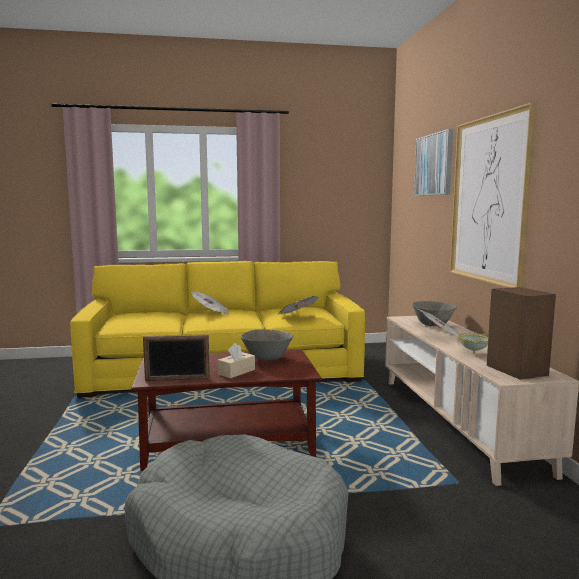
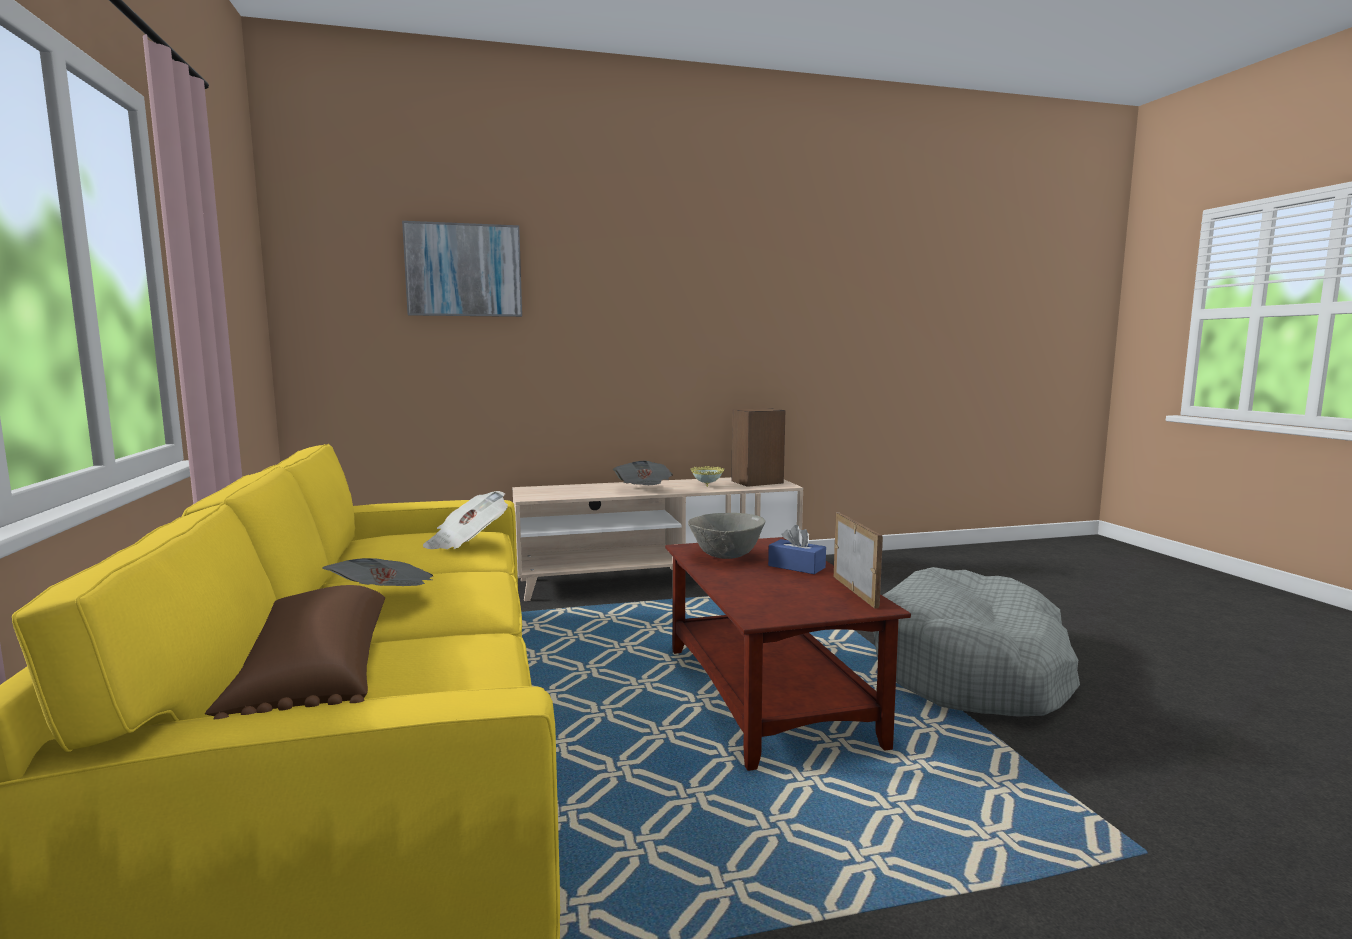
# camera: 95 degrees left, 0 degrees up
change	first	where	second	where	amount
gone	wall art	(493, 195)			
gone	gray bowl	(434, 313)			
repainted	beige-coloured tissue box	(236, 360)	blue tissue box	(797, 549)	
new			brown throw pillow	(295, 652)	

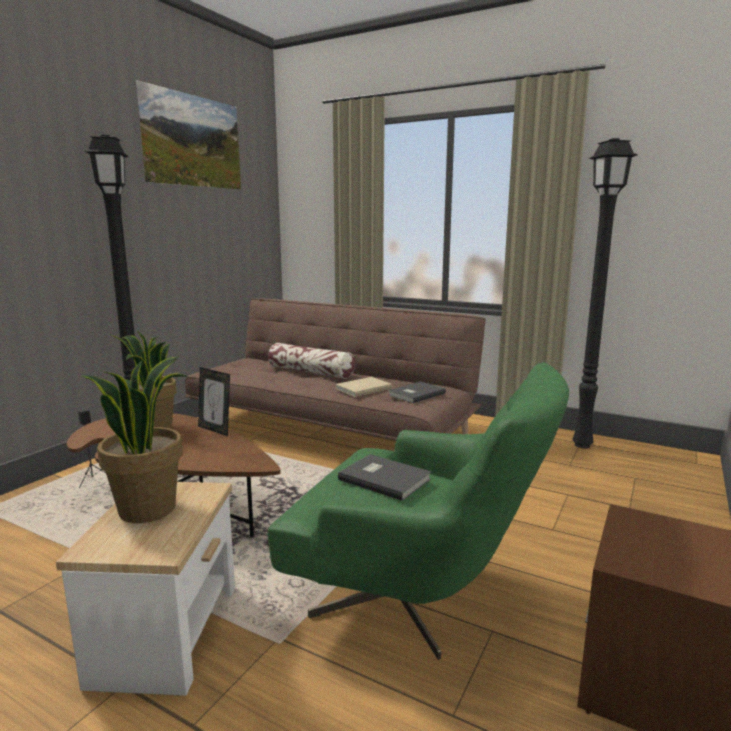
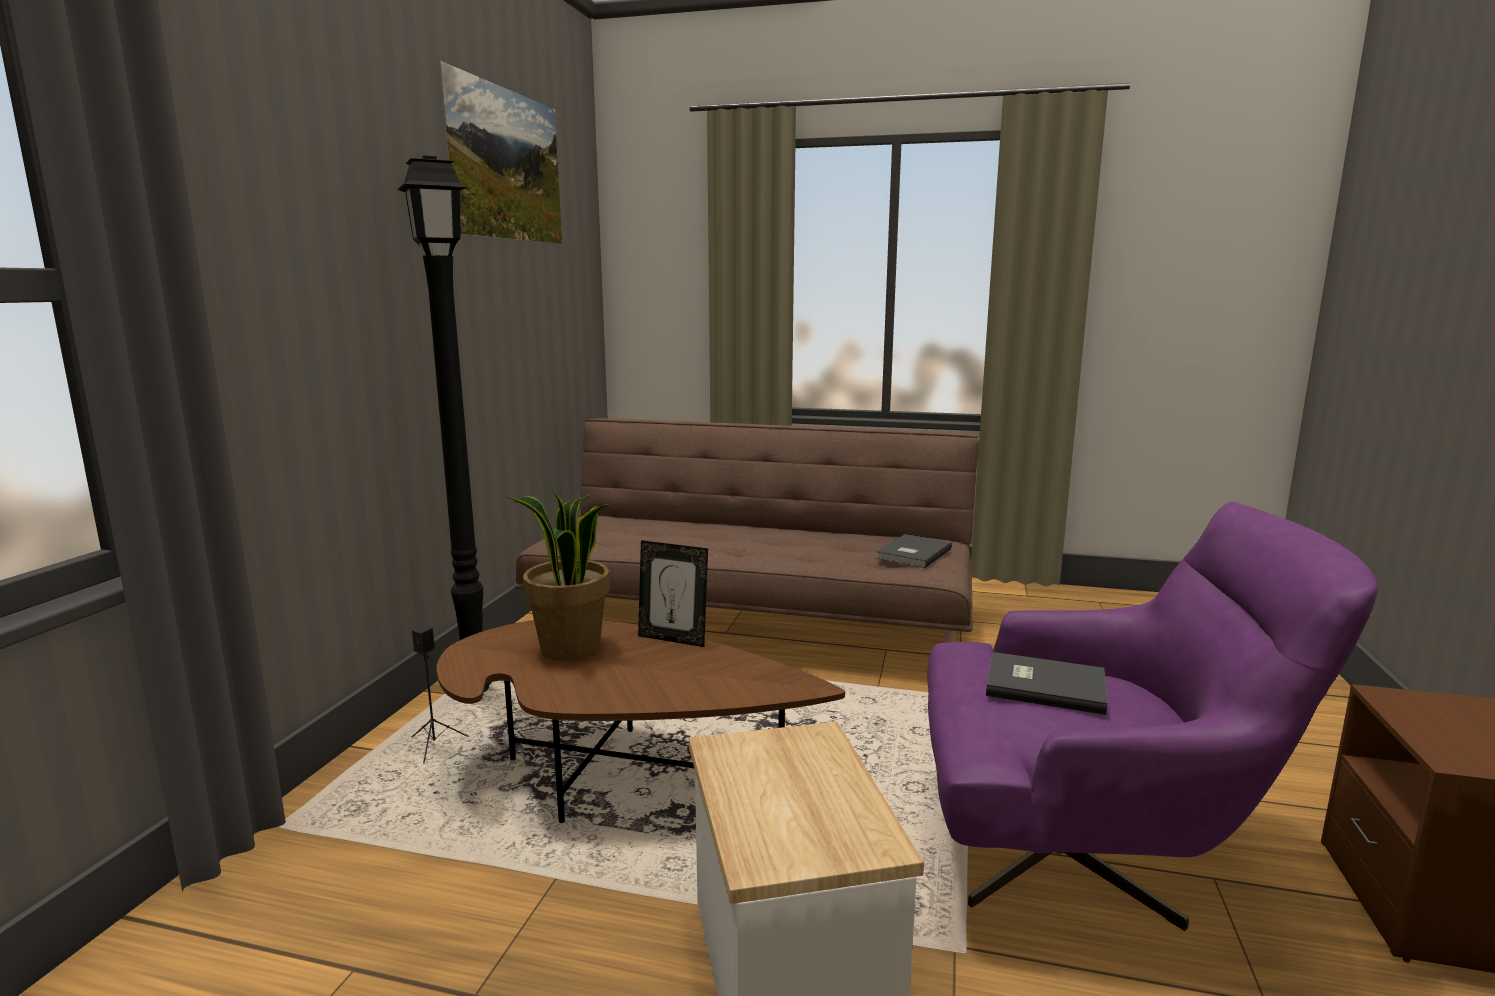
# camera: 15 degrees left, 0 degrees up
change	first	where	second	where	amount
gone	black-coloured floor lamp	(604, 293)			
gone	throw pillow	(311, 361)			
gone	plant in a pot	(134, 439)			
repainted	green easy chair	(418, 511)	purple-coloured easy chair	(1152, 716)	
gone	beige-coloured book	(363, 387)			

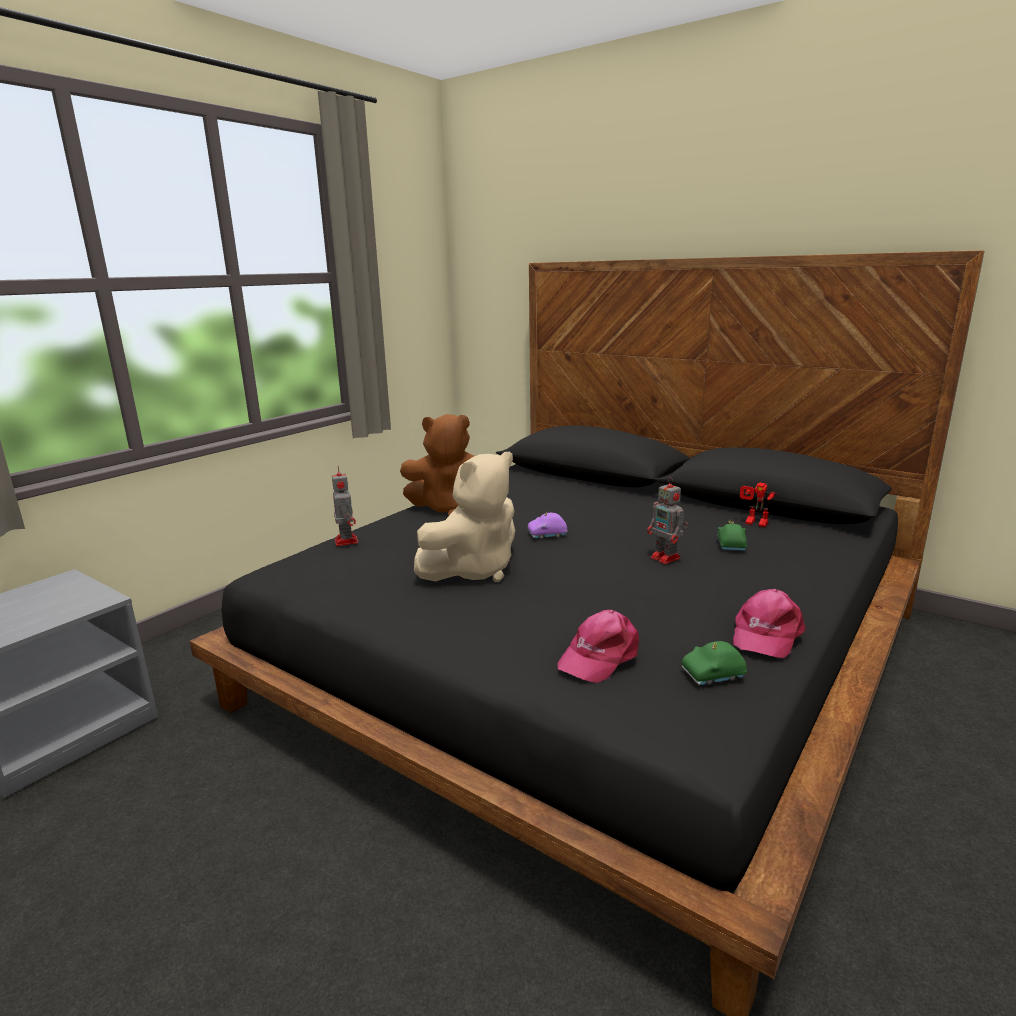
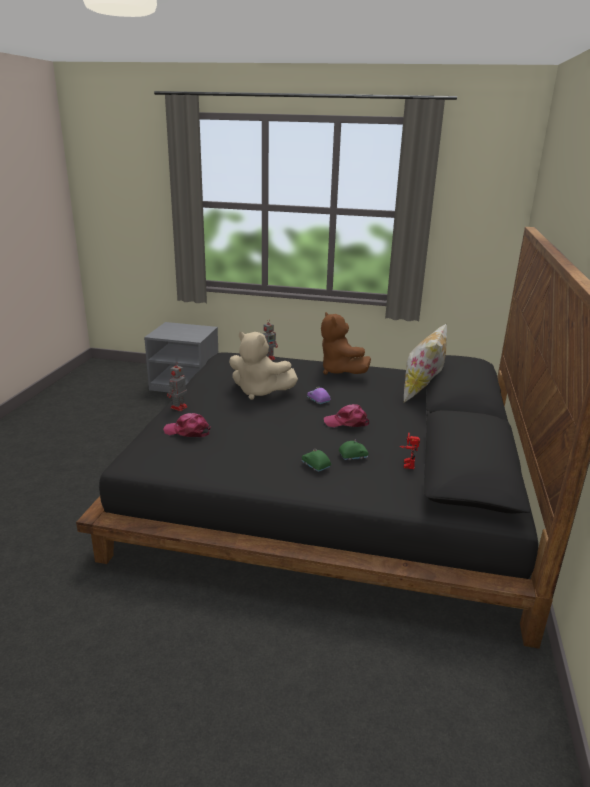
# camera: 65 degrees right, 5 degrees up
change	first	where	second	where	amount
shifted	toy robot	(667, 520)		(177, 386)	
shifted	pink-coloured baseball cap	(769, 623)		(346, 416)	
shifted	green toy car	(714, 663)		(316, 460)	
new			throw pillow	(425, 363)	

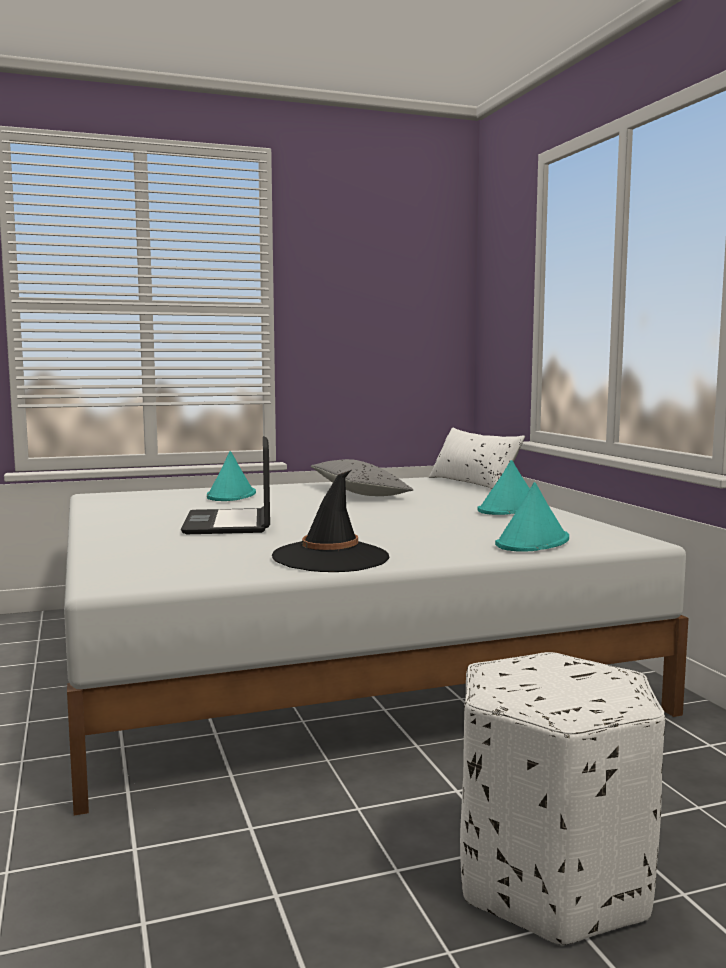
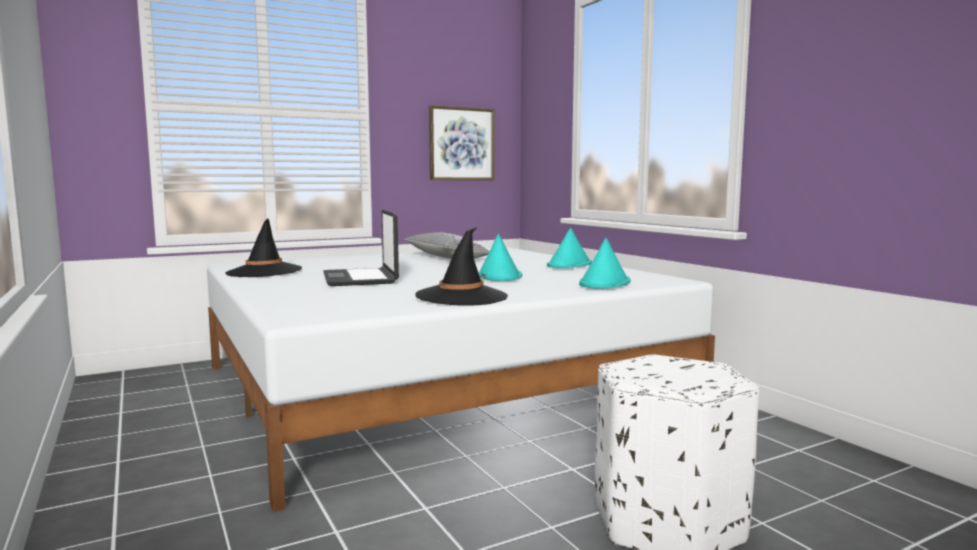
# camera: 10 degrees left, 0 degrees up
change	first	where	second	where	amount
gone	whitish throw pillow	(477, 458)			
shifted	turquoise clothing hat	(231, 476)		(500, 257)	
new			wall art	(462, 142)	
new			black-coloured clothing hat	(263, 247)	

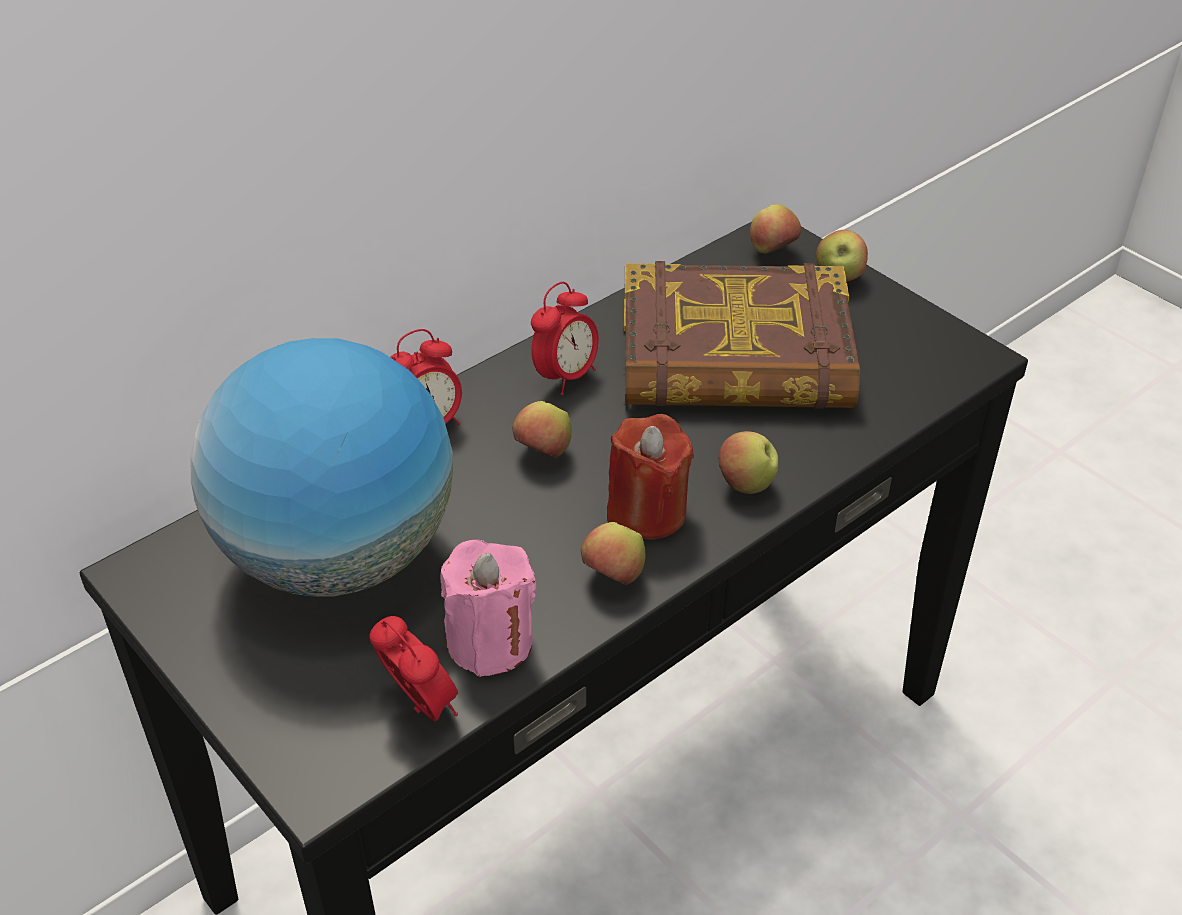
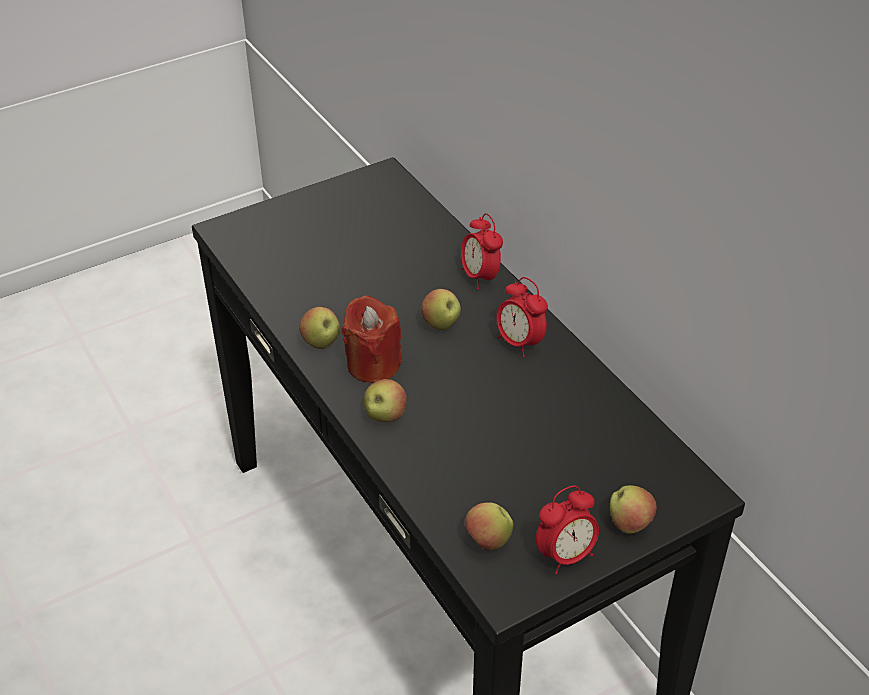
# camera: 100 degrees right, 0 degrees up
change	first	where	second	where	amount
shifted	apple	(775, 229)		(489, 526)	
gone	book	(742, 334)			
gone	globe	(321, 467)			
gone	pink-coloured candle	(488, 608)			
shifted	table clock	(414, 668)		(567, 529)	

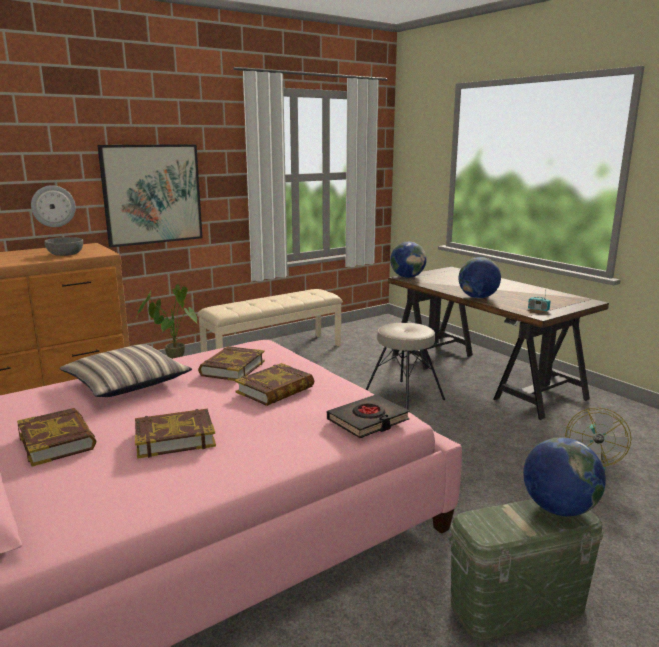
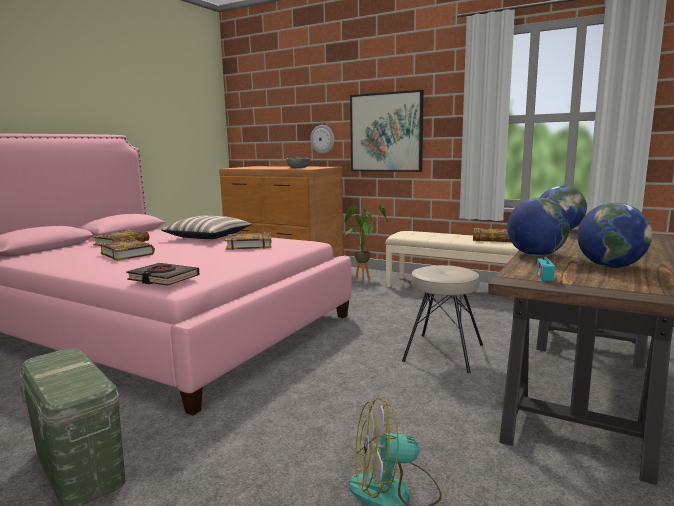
# camera: 65 degrees right, 5 degrees down
change	first	where	second	where	amount
shifted	book	(274, 384)		(492, 235)	
shifted	globe	(564, 476)		(614, 235)	

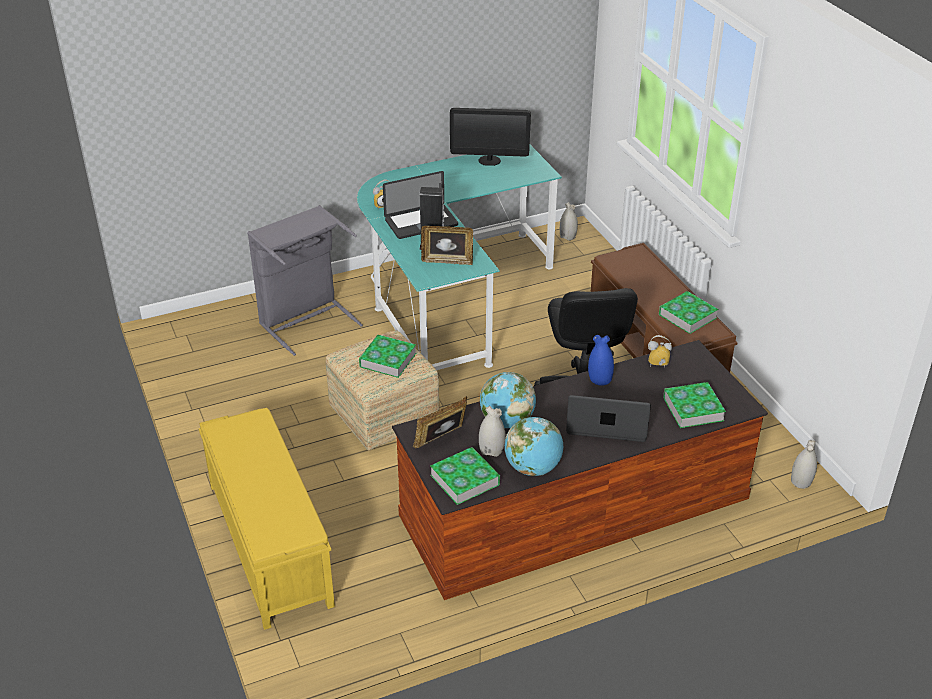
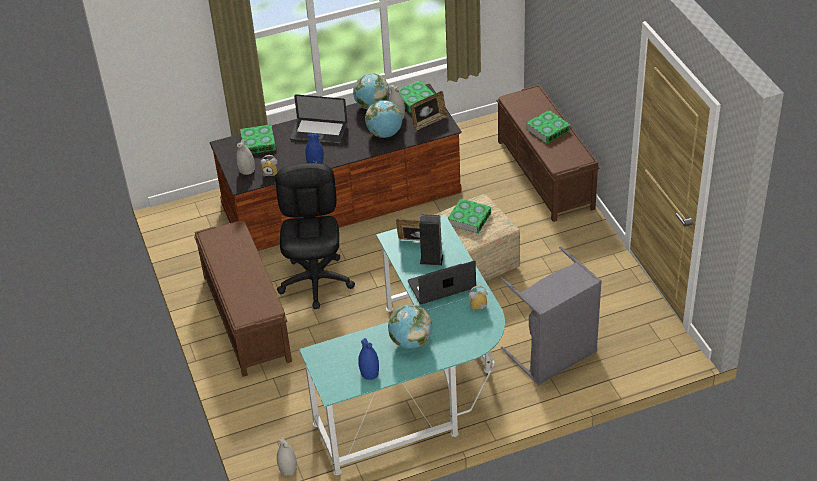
# camera: 175 degrees left, 5 degrees up
change	first	where	second	where	amount
swapped	computer screen	(490, 137)	blue vase	(368, 359)	
shifted	book	(689, 312)		(548, 127)	
repainted	yellow-coloured indoor bench	(267, 519)	brown indoor bench	(548, 153)	
shifted	whitish vase	(804, 464)		(245, 157)	
new			globe	(410, 326)	

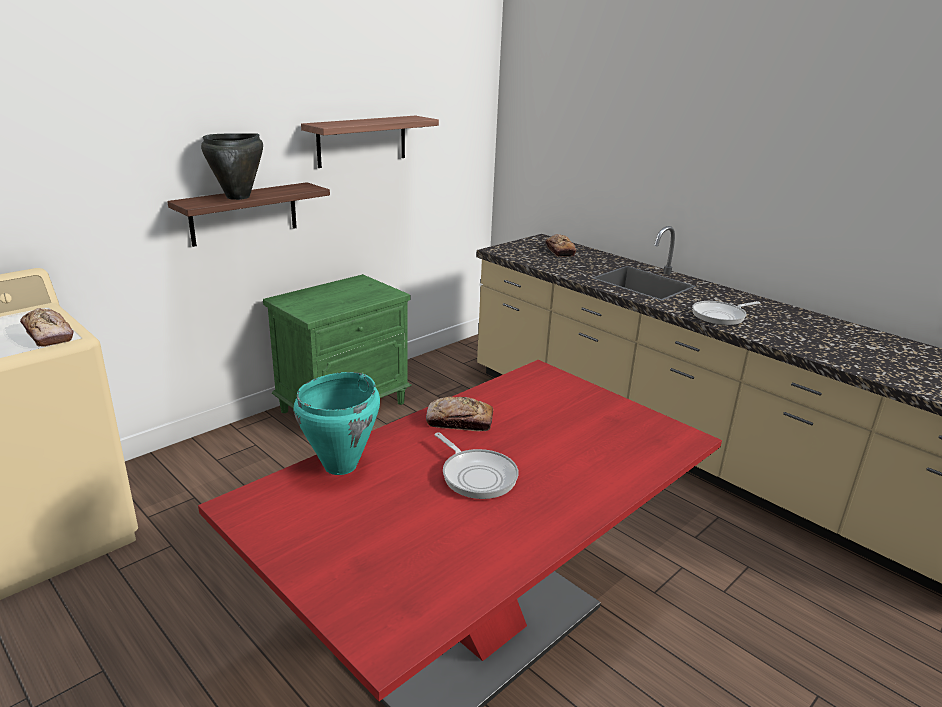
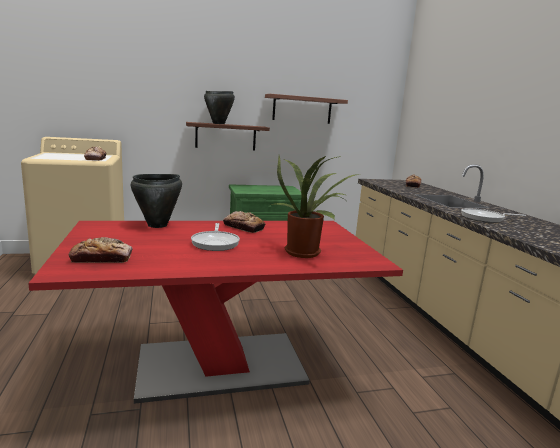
# camera: 30 degrees right, 10 degrees down
change	first	where	second	where	amount
repainted	turquoise saucepot	(337, 423)	black-coloured saucepot	(156, 201)	
new			plant in a pot	(315, 205)	
new			baked bread	(100, 250)	

